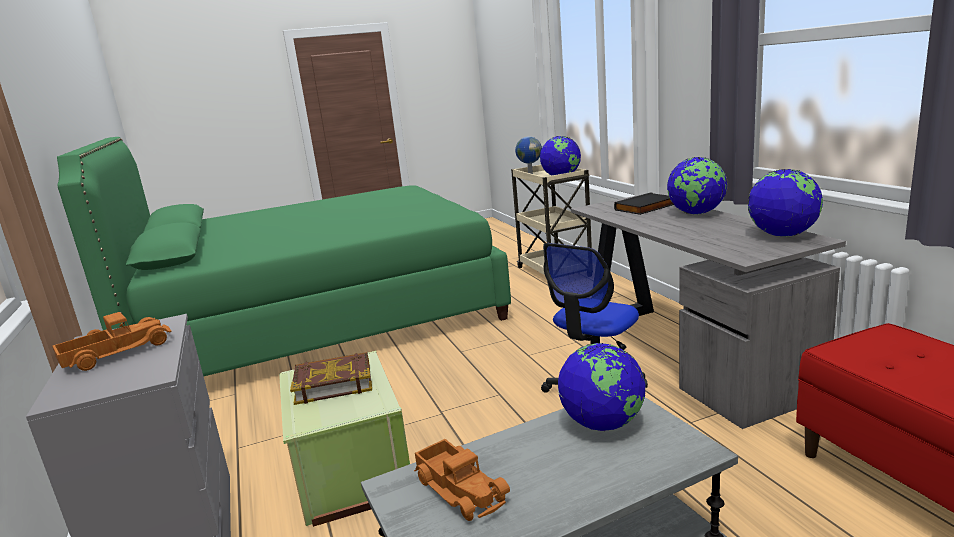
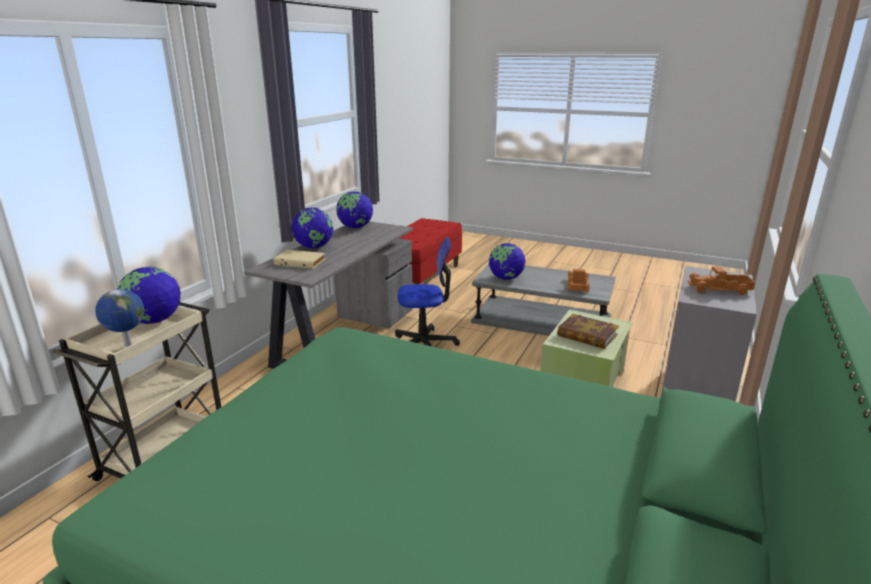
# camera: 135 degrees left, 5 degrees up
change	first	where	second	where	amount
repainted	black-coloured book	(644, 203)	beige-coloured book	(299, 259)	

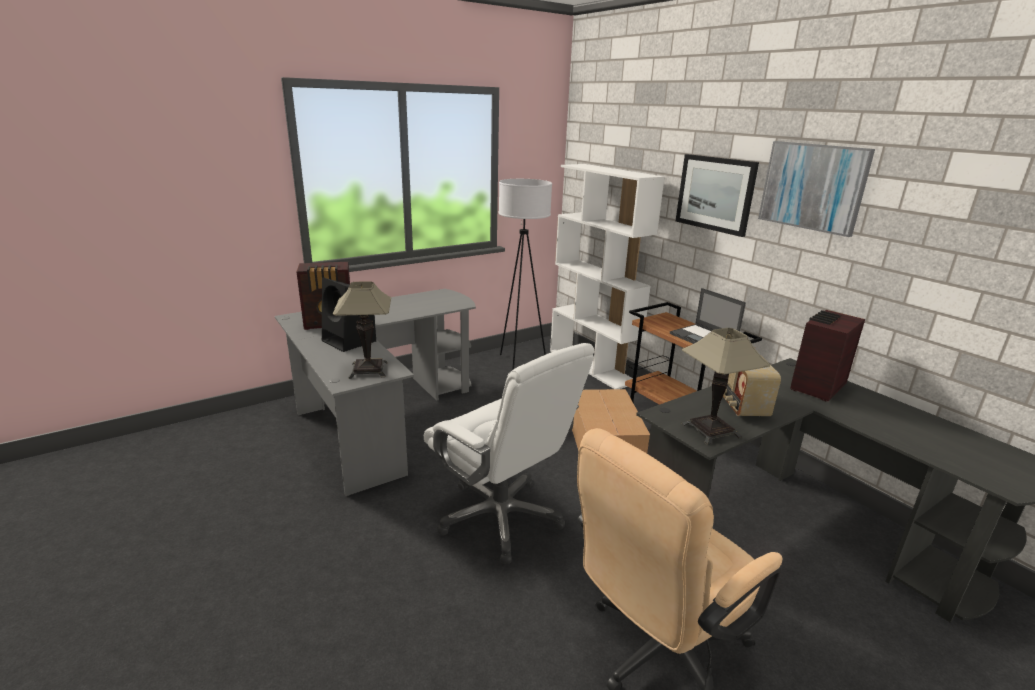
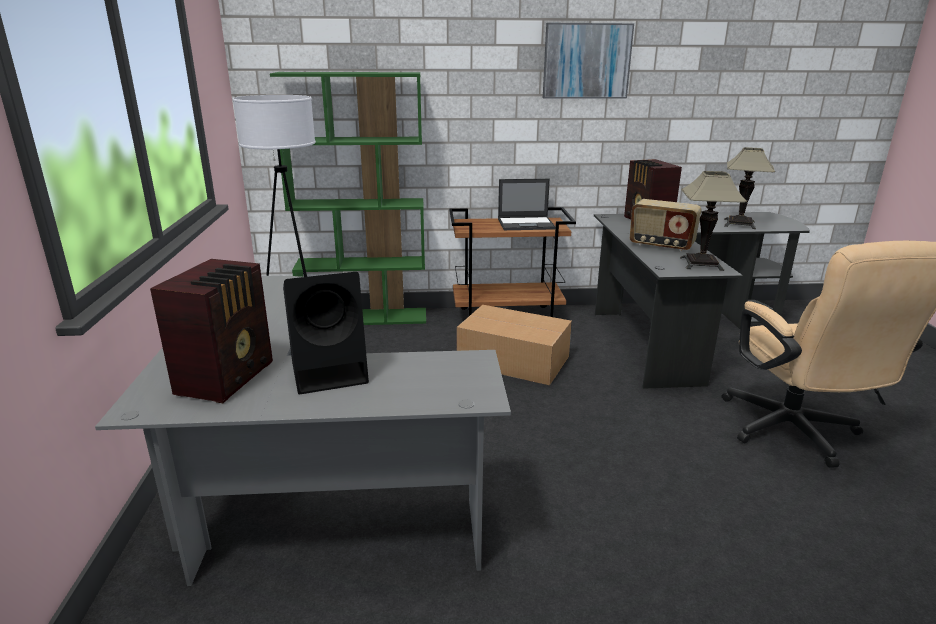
# camera: 60 degrees left, 0 degrees up
change	first	where	second	where	amount
gone	wall art	(717, 195)			
repainted	whitish bookcase	(607, 276)	green bookcase	(348, 198)	
shifted	lamp for a table	(362, 330)		(749, 188)	
gone	whitish desk chair	(509, 453)			

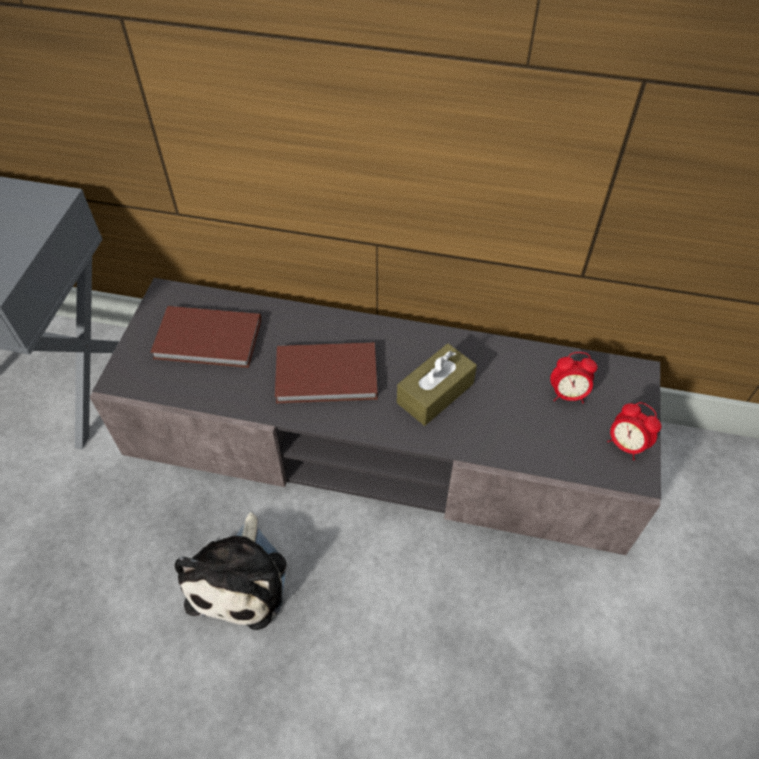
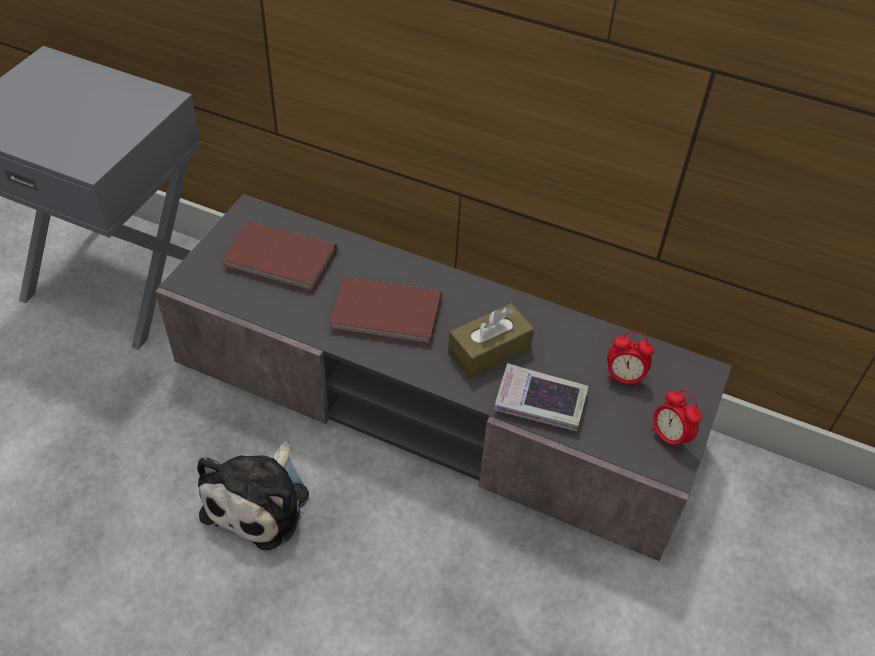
# camera: 10 degrees right, 5 degrees down
change	first	where	second	where	amount
new			book	(541, 397)	

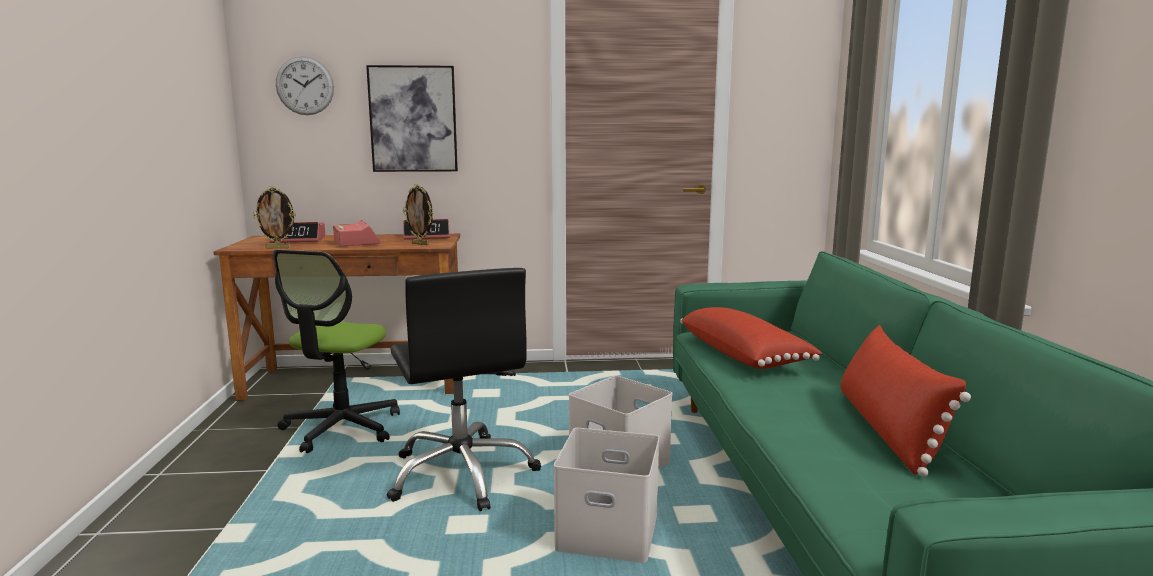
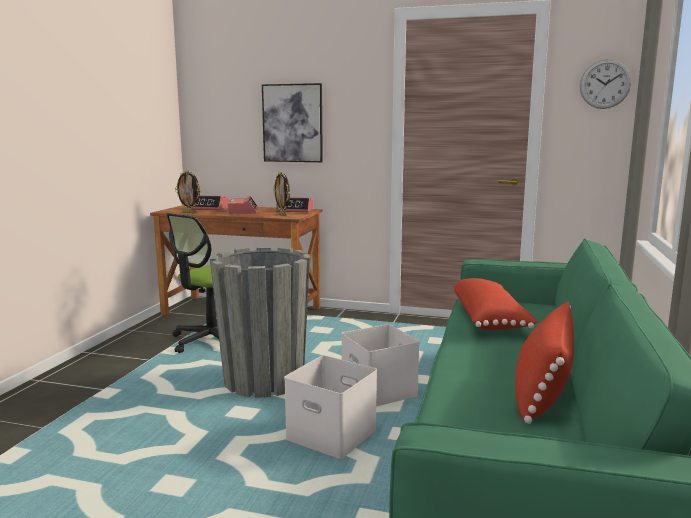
# camera: 20 degrees right, 0 degrees up
change	first	where	second	where	amount
shifted	clock on the wall	(305, 85)		(606, 84)	
swapped	black-coloured desk chair	(464, 389)	gray flower pot	(260, 322)	

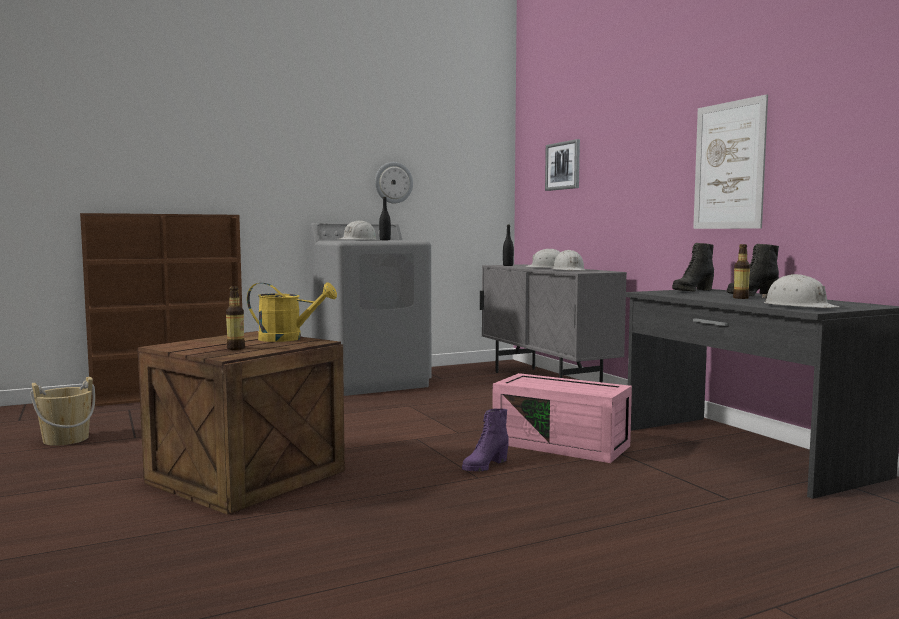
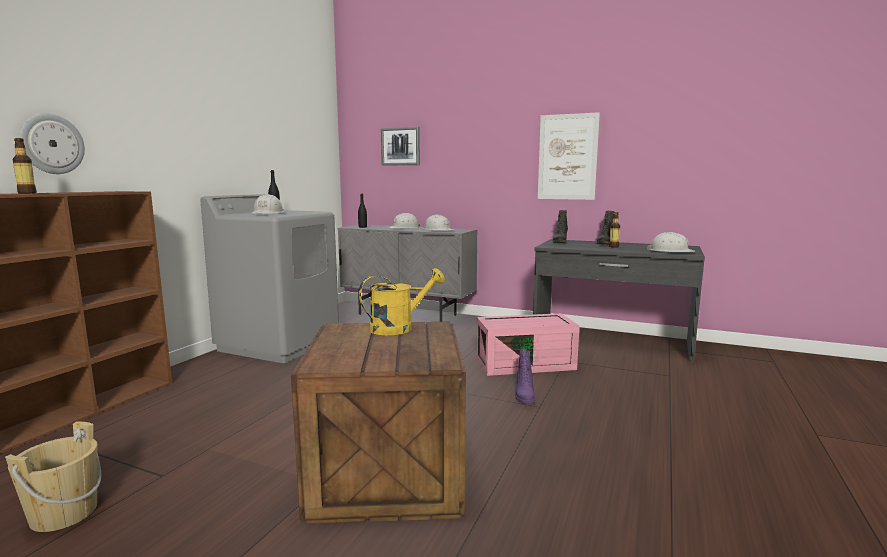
# camera: 40 degrees left, 5 degrees up
change	first	where	second	where	amount
shifted	clock on the wall	(394, 183)		(52, 143)	
shifted	beverage bottle	(235, 318)		(24, 166)	

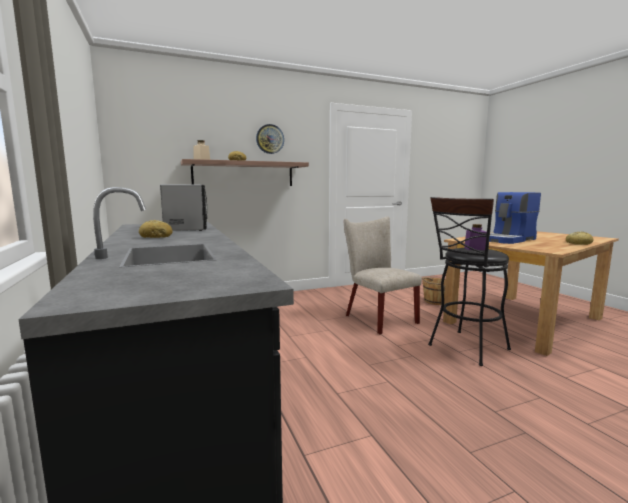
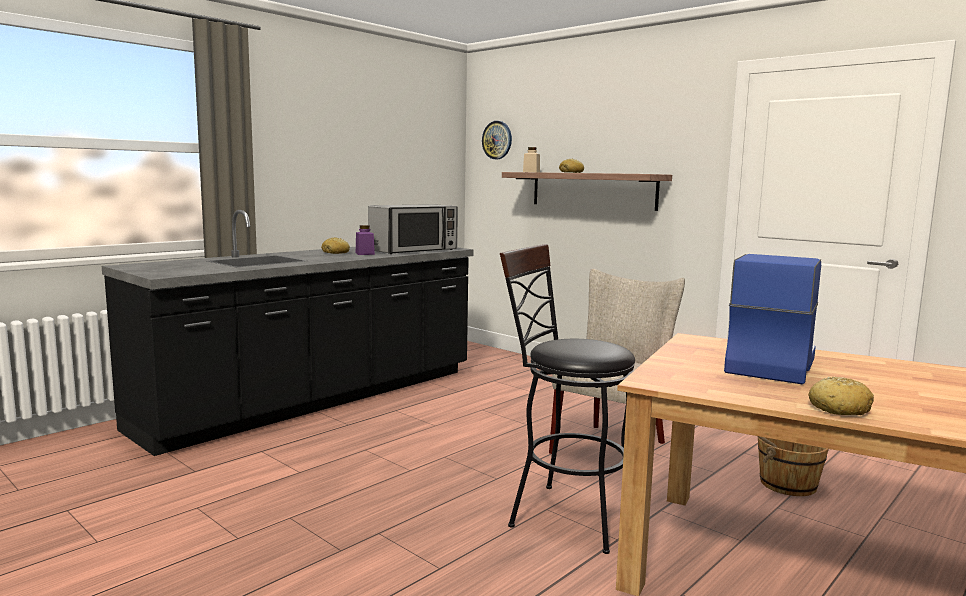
# camera: 65 degrees right, 0 degrees up
change	first	where	second	where	amount
shifted	clock on the wall	(270, 139)		(497, 140)	
rotated	coffee machine	(515, 218)		(772, 319)	90 degrees clockwise
shifted	purple-coloured storage jar	(475, 237)		(365, 240)	

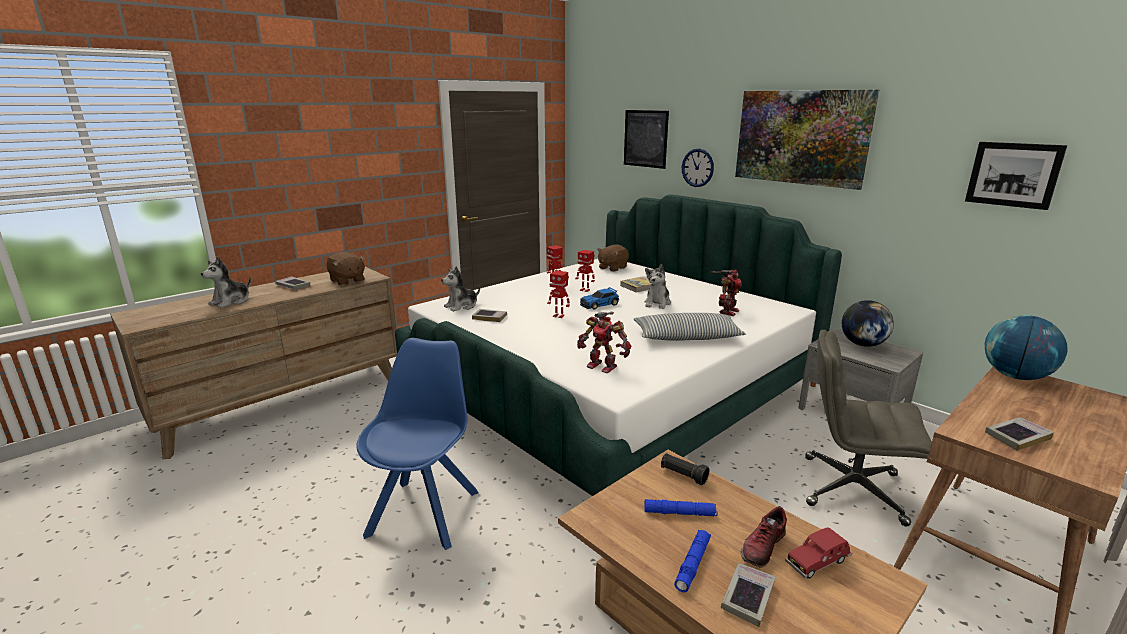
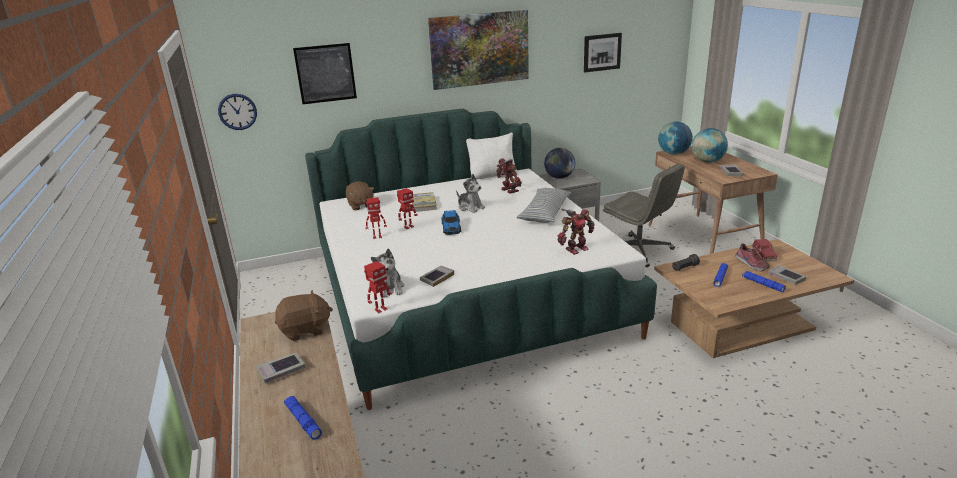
# camera: 65 degrees left, 5 degrees up
change	first	where	second	where	amount
shifted	clock on the wall	(698, 168)		(237, 112)	
swapped	cuddly toy	(226, 282)	blue hand torch	(303, 418)	
shifted	toy robot	(558, 294)		(378, 287)	
rotated	gray desk chair	(868, 428)		(644, 215)	90 degrees counterclockwise
gone	blue upright chair	(417, 444)			
new			globe	(710, 145)	
new			whitish throw pillow	(492, 156)	

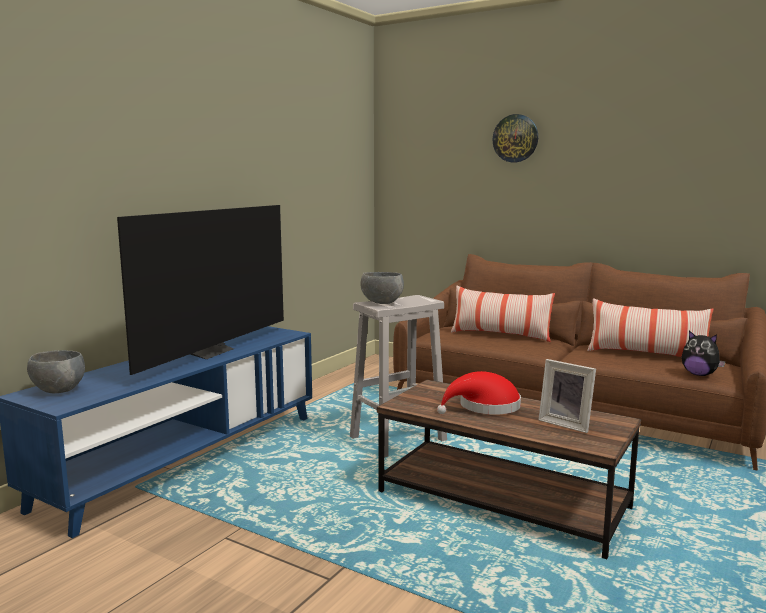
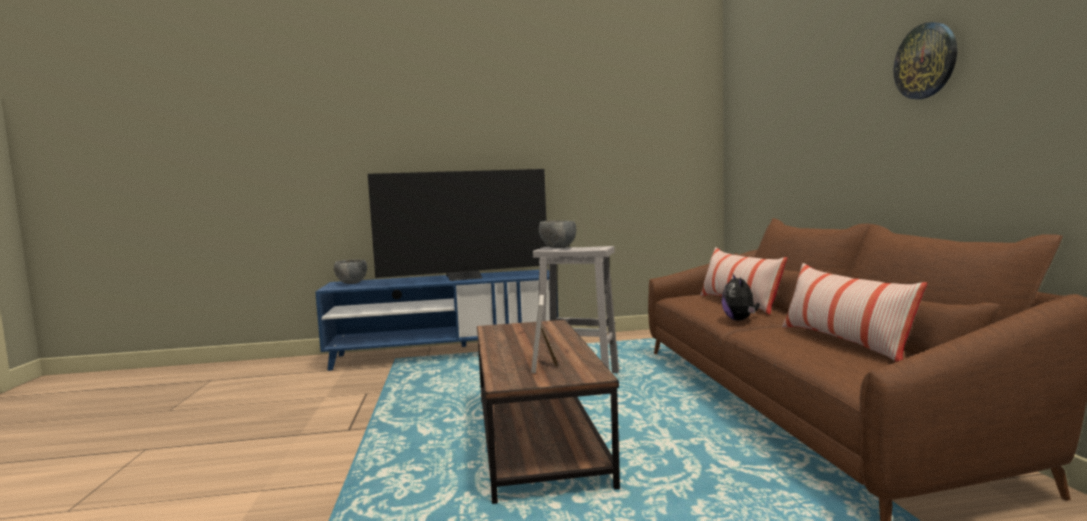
# camera: 50 degrees right, 5 degrees down
change	first	where	second	where	amount
shifted	clock on the wall	(515, 138)		(925, 60)	
shifted	cuddly toy	(704, 353)		(741, 297)	
gone	reddish clothing hat	(479, 393)			

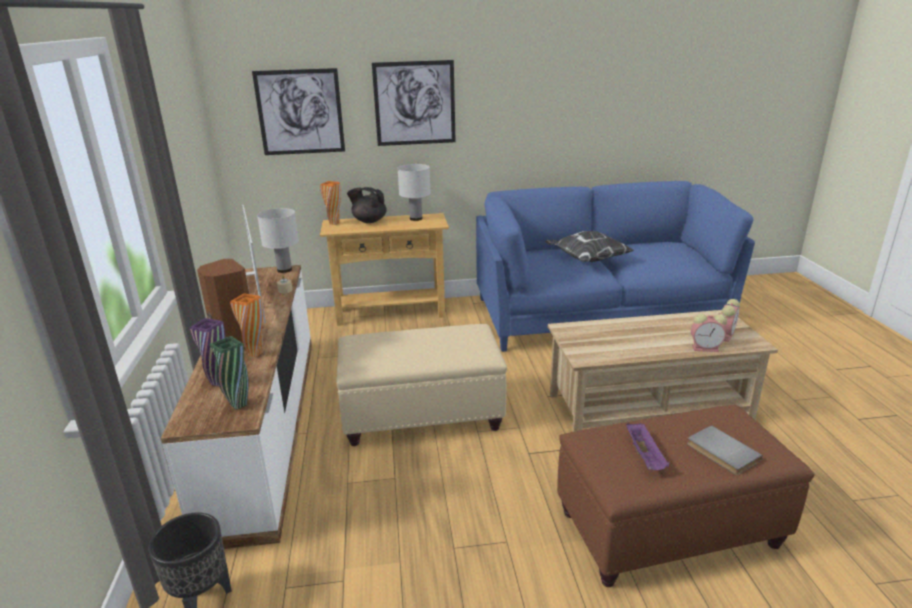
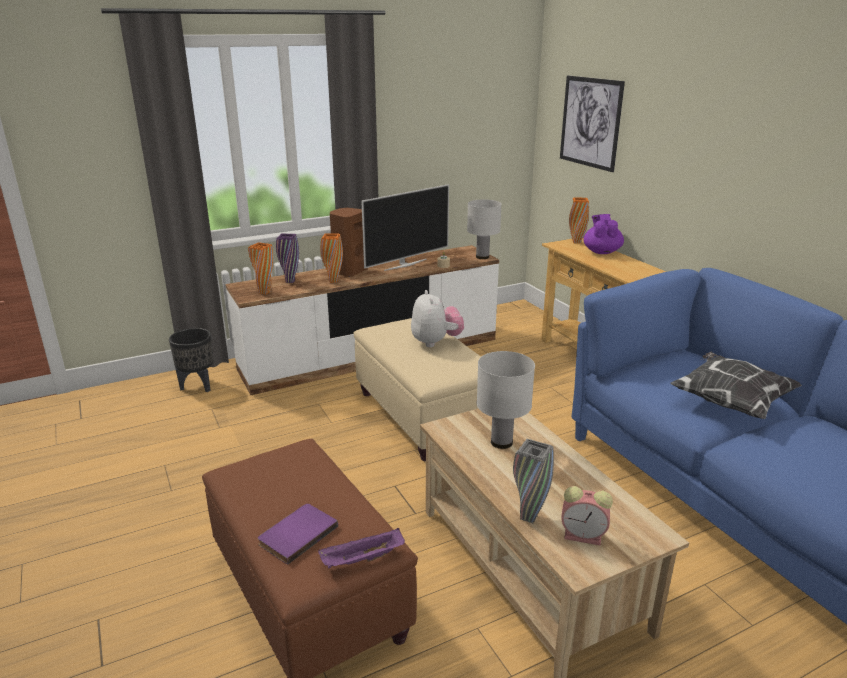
# camera: 70 degrees right, 0 degrees up
change	first	where	second	where	amount
gone	wall art	(414, 103)			
shifted	whitish lamp for a table	(414, 192)		(505, 400)	
repainted	black-coloured tea pot	(367, 205)	purple-coloured tea pot	(603, 234)	
swapped	table clock	(709, 333)	gray vase	(533, 481)	
repainted	green vase	(229, 373)	orangey vase	(260, 268)	
shifted	purple-coloured serving tray	(647, 446)		(361, 548)	
repainted	gray book	(725, 450)	purple-coloured book	(298, 534)	
new			cuddly toy	(437, 318)	

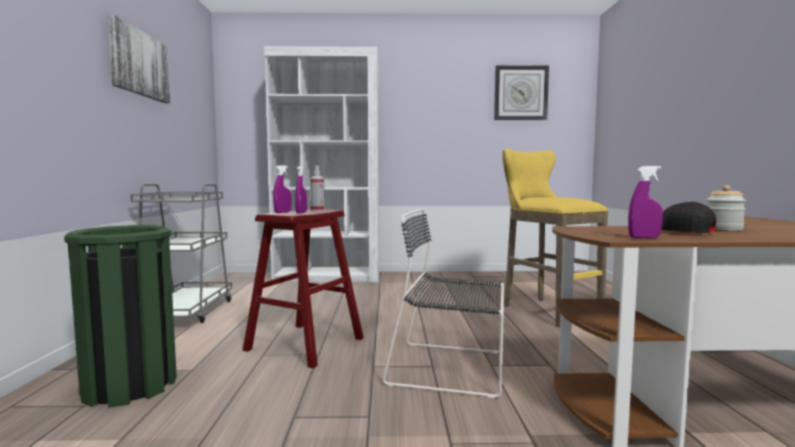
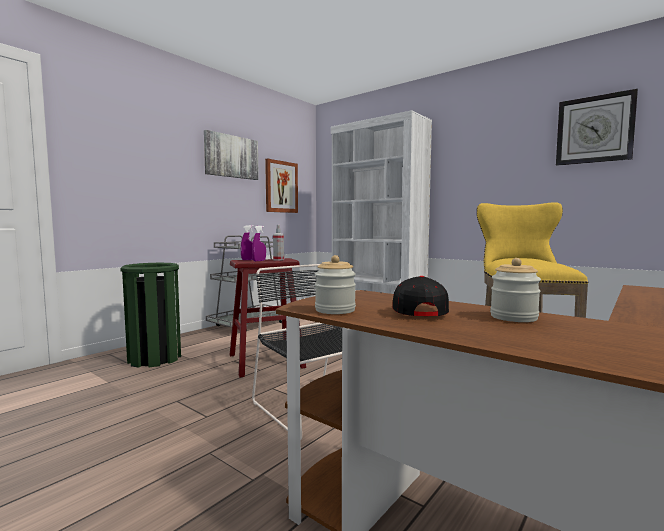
# camera: 40 degrees right, 0 degrees up
change	first	where	second	where	amount
swapped	purple-coloured spray bottle	(645, 202)	storage jar	(335, 284)	
new			wall art	(281, 185)	

